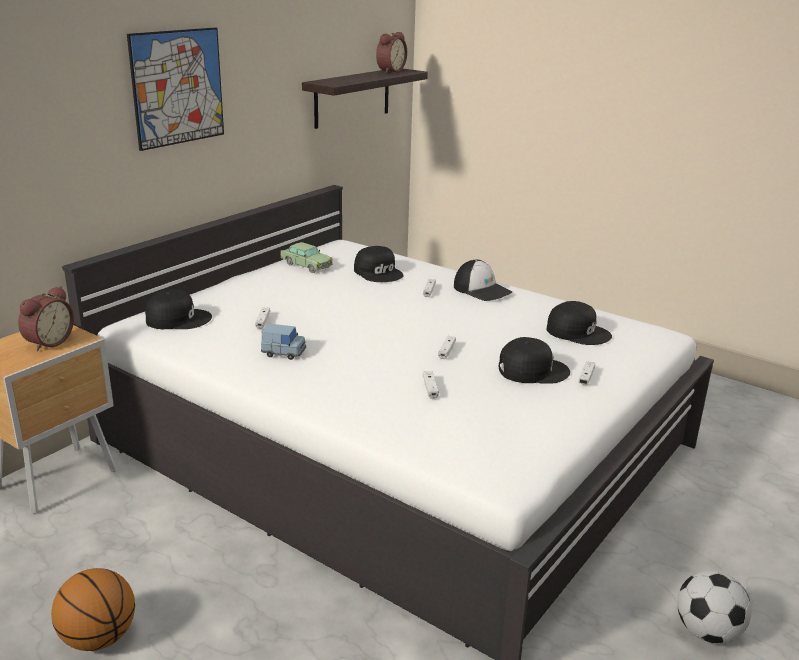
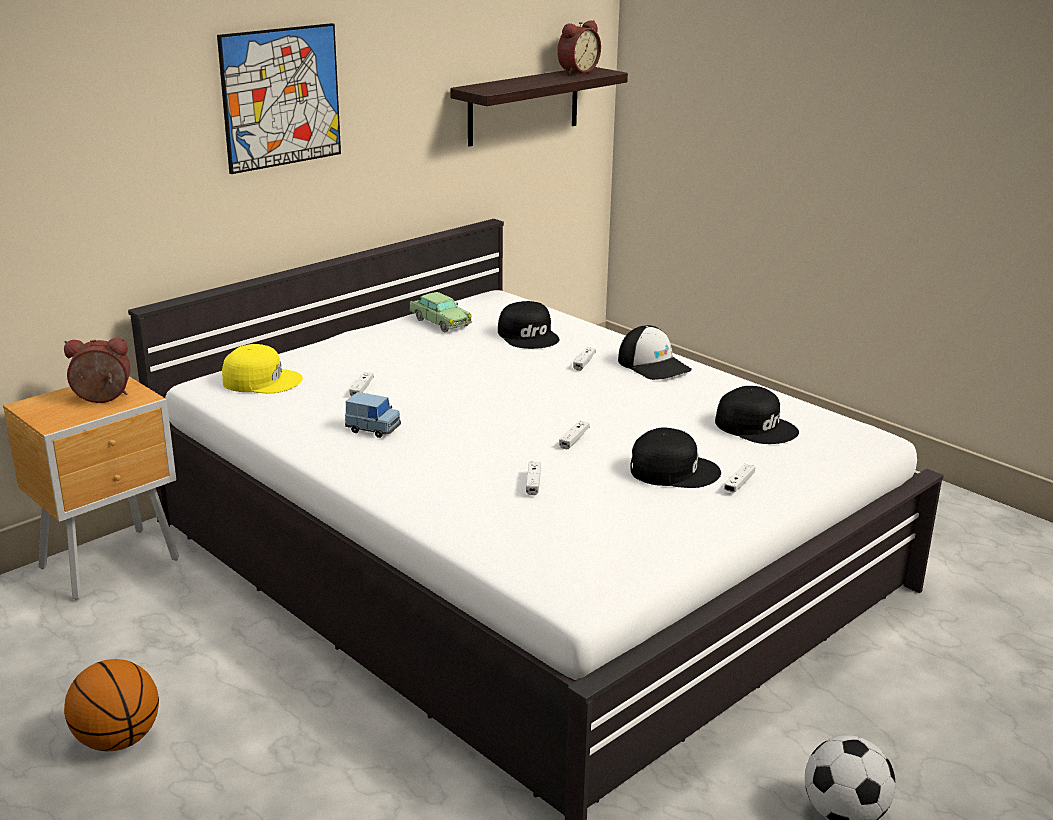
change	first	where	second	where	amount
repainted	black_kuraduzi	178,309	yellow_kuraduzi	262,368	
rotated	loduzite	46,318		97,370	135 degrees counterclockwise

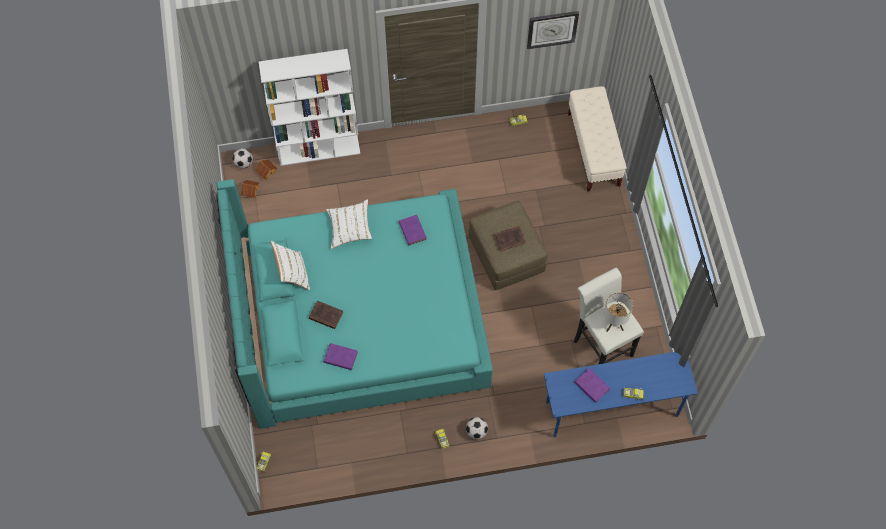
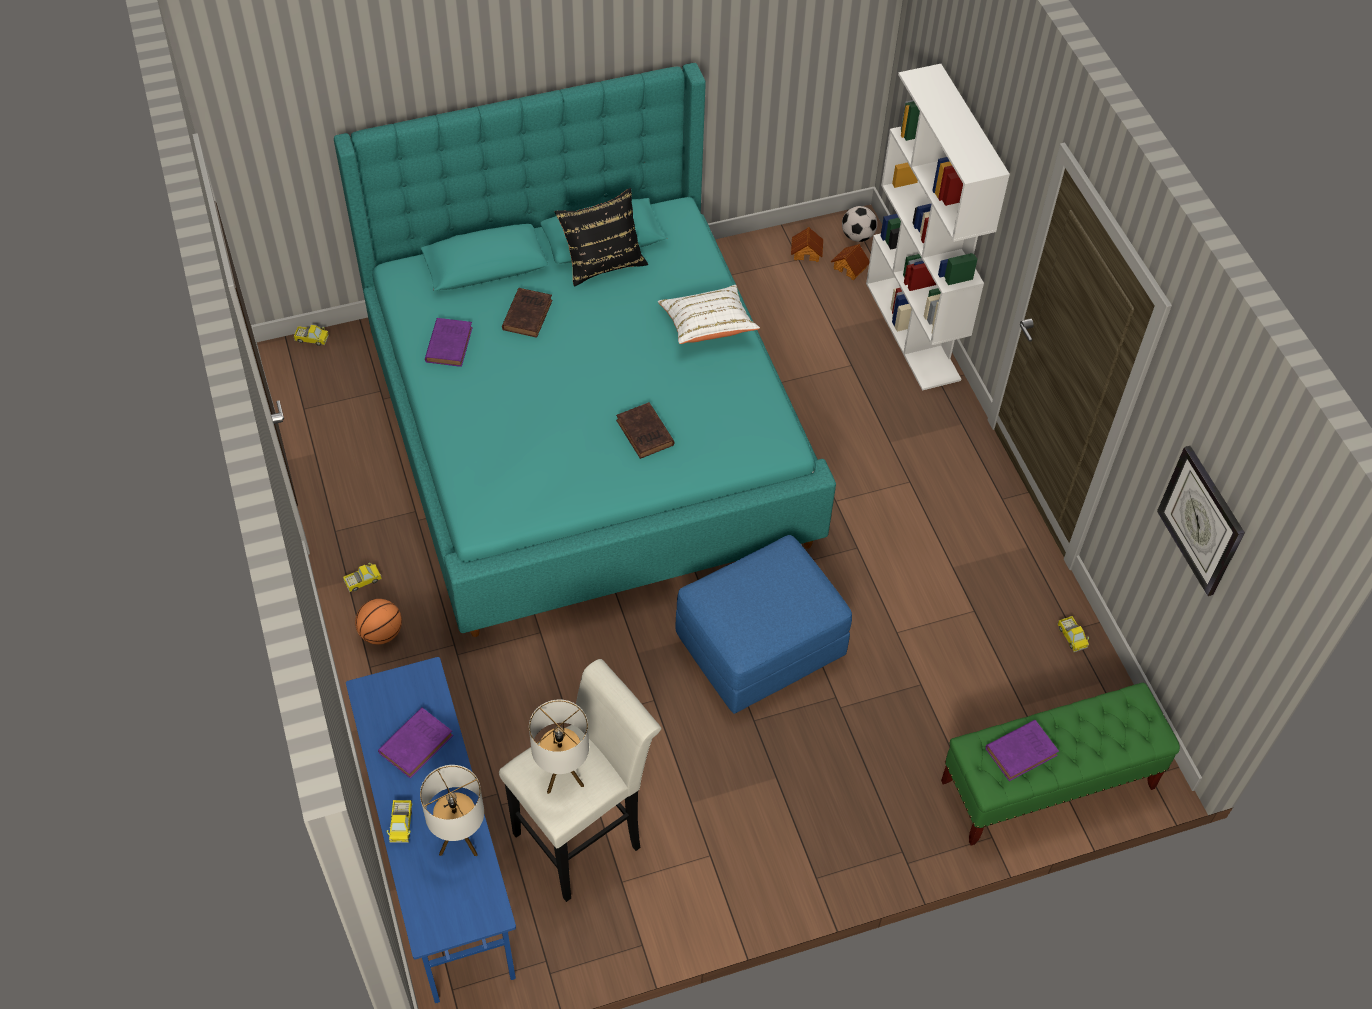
change	first	where	second	where	amount
new			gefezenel	452,810	
shifted	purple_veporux	413,230		1022,750	
shifted	brown_veporux	510,238		645,430	
swapped	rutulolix	477,428	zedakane	378,622	
repainted	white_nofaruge	290,265	black_nofaruge	601,237	
repainted	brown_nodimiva	508,245	blue_nodimiva	764,624	
repainted	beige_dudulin	597,139	green_dudulin	1060,764	

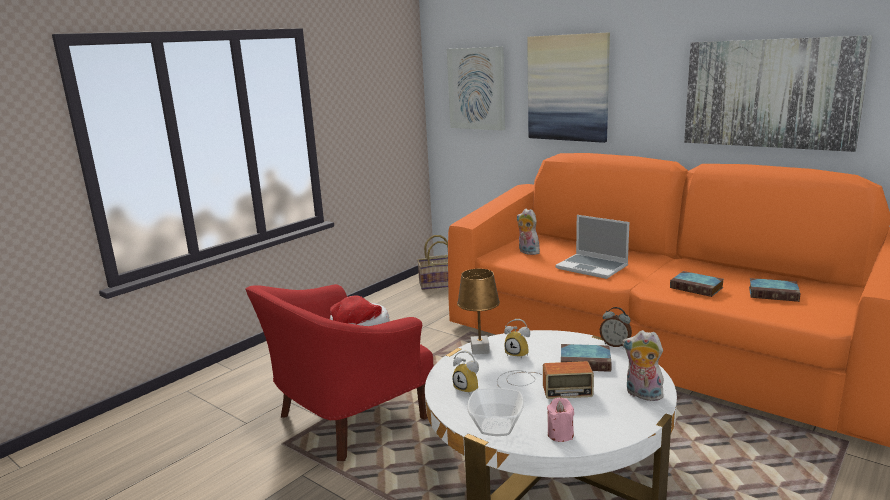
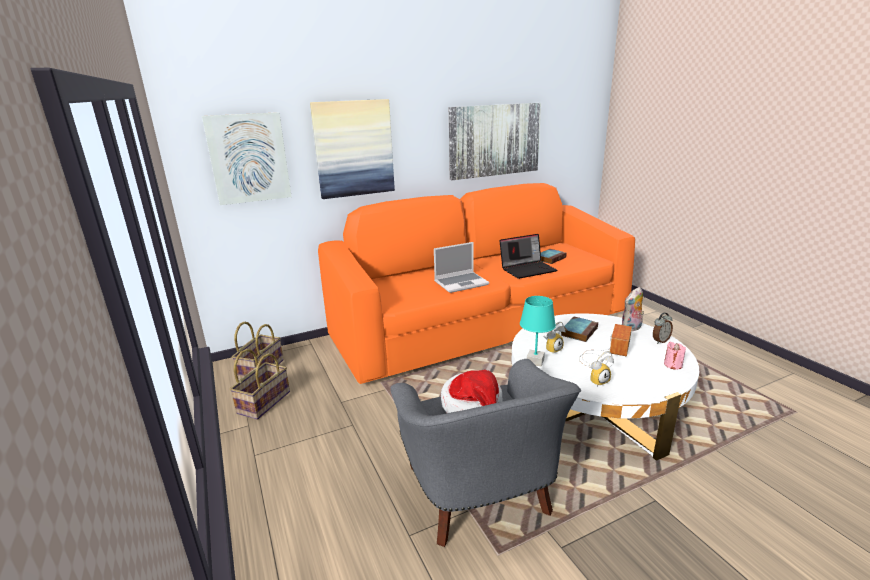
change	first	where	second	where	amount
gone	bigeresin	495,412			
gone	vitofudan	529,231			
new			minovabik	260,384	
shifted	loduzite	616,327		663,328	
swapped	veporux	697,284	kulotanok	528,256	
repainted	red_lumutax	339,372	grey_lumutax	485,453	
repainted	brown_gefezenel	478,312	turquoise_gefezenel	538,331	

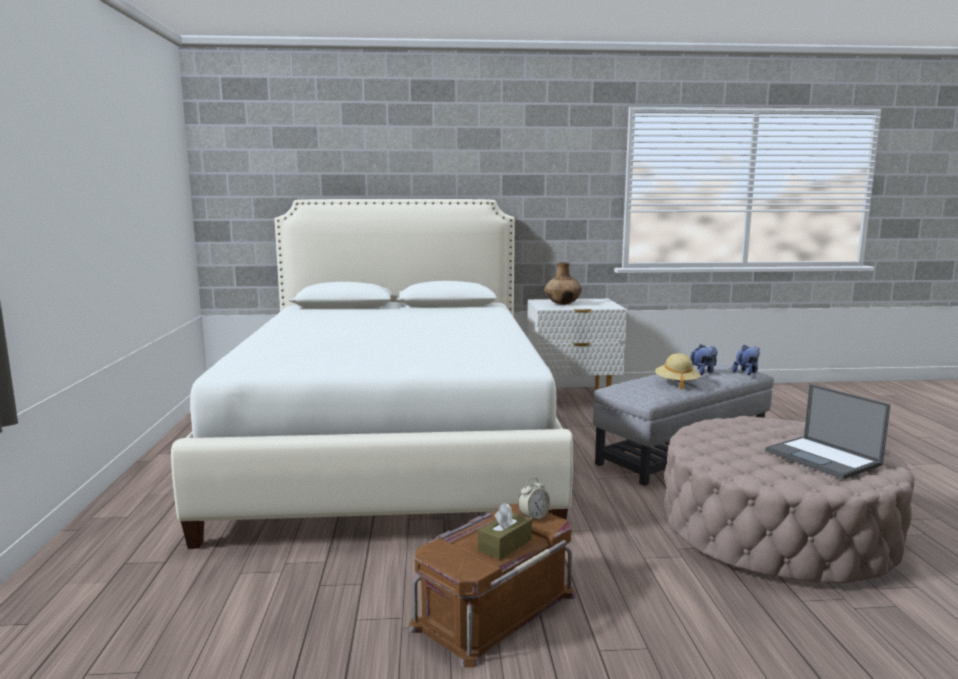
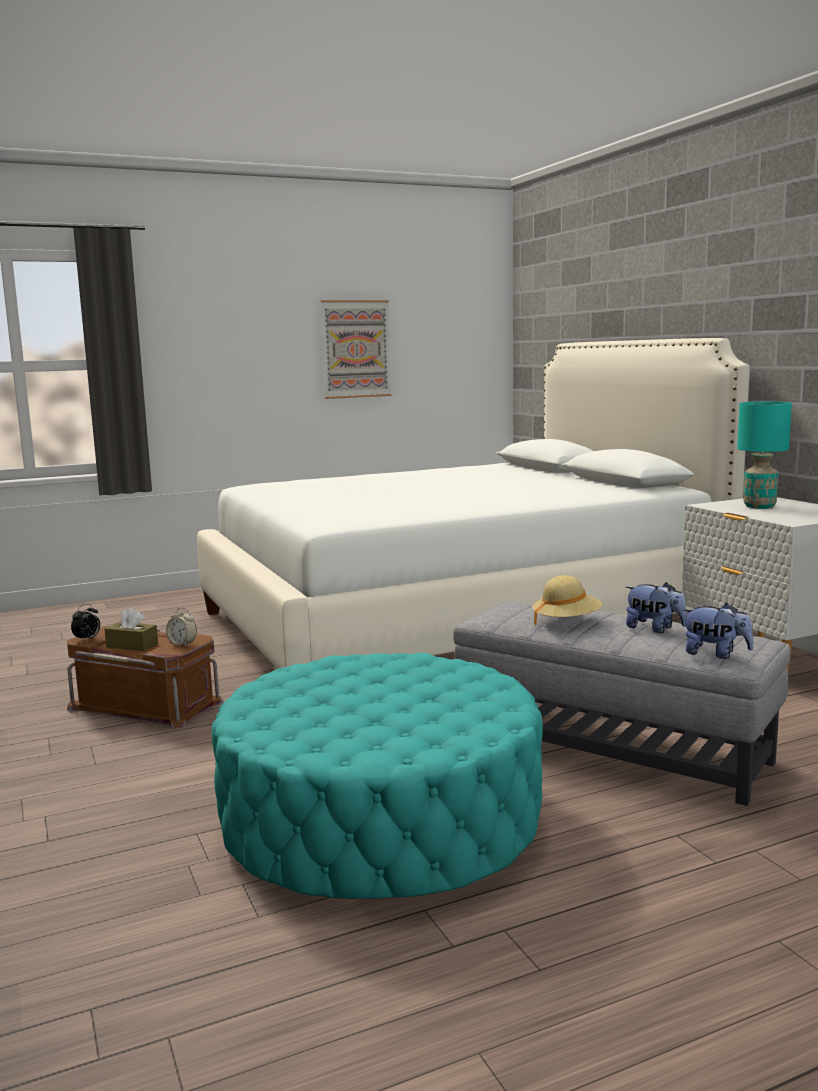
change	first	where	second	where	amount
gone	kulotanok	828,431			
new			loduzite	85,623	
new			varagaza	356,349	
swapped	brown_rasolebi	563,283	turquoise_gefezenel	764,455	
repainted	beige_nodimiva	789,499	turquoise_nodimiva	377,776	

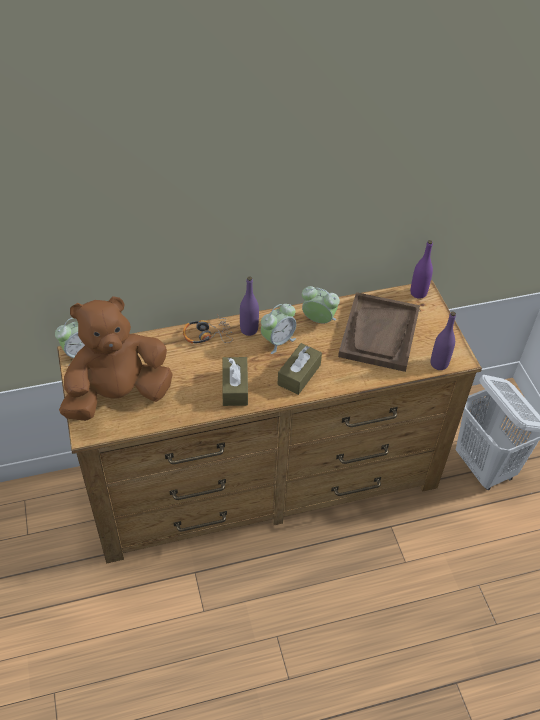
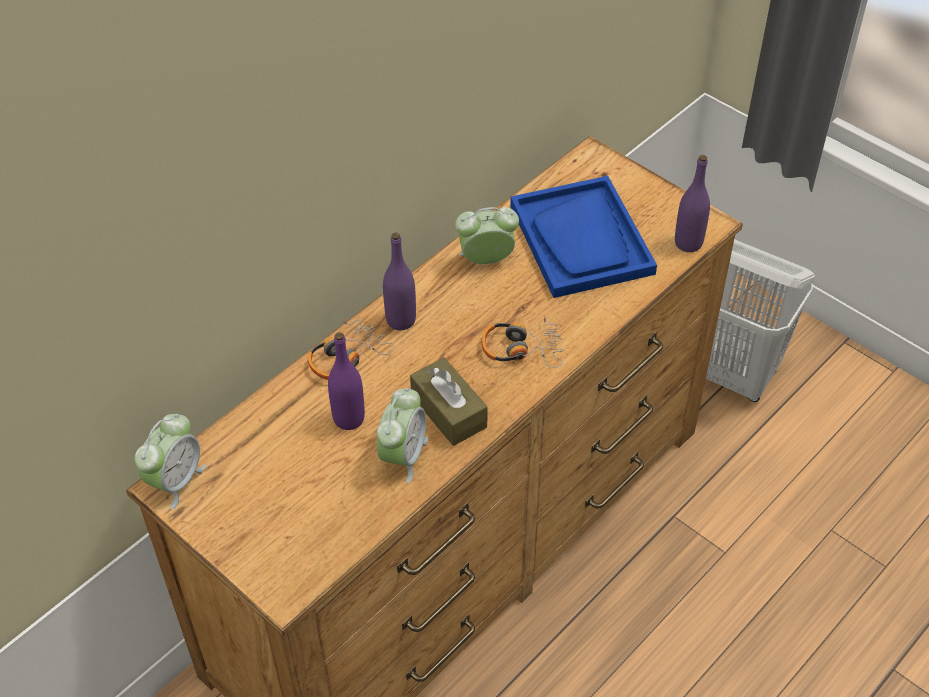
change	first	where	second	where	amount
gone	brown_vitofudan	116,358			
shifted	loduzite	278,329		402,435	
shifted	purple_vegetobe	421,269		346,381	
swapped	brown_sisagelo	300,369	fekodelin	522,342	
repainted	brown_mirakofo	379,332	blue_mirakofo	583,237	

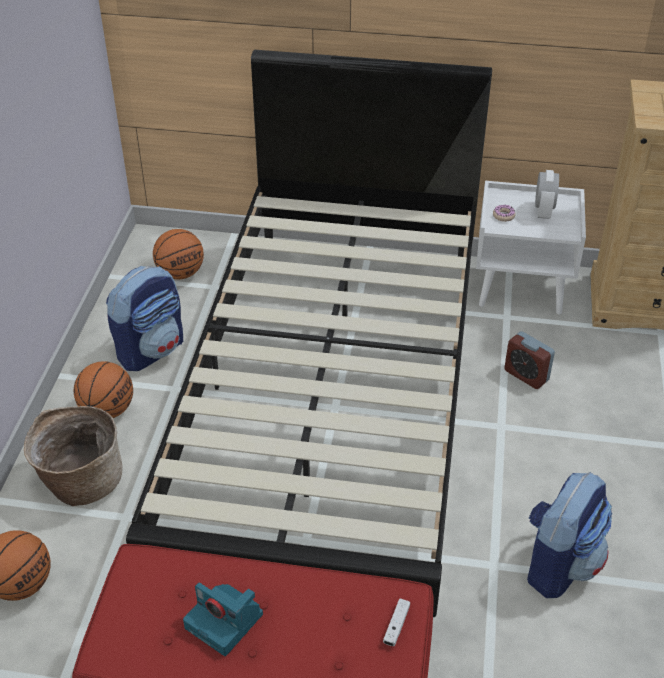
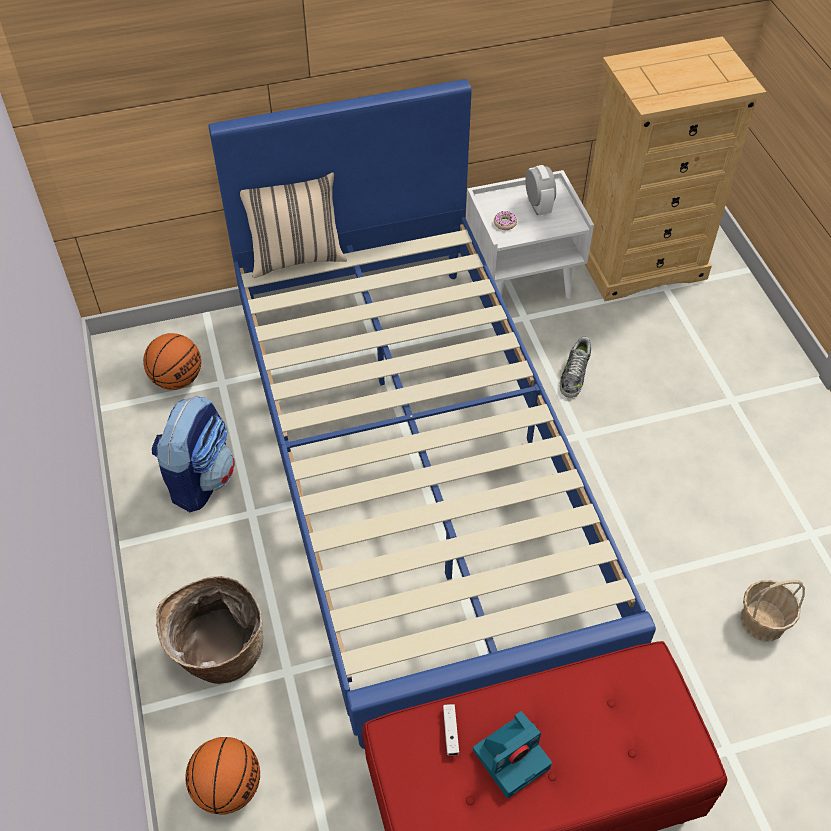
change	first	where	second	where	amount
gone	zedakane	103,389			
gone	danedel	569,535			
new			beige_nofaruge	293,225	
new			minovabik	772,610	
shifted	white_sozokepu	396,622		451,730	
swapped	loduzite	529,360	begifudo	575,367	
repainted	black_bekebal	309,333	blue_bekebal	432,414	
rotated	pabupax	223,619		512,754	45 degrees counterclockwise

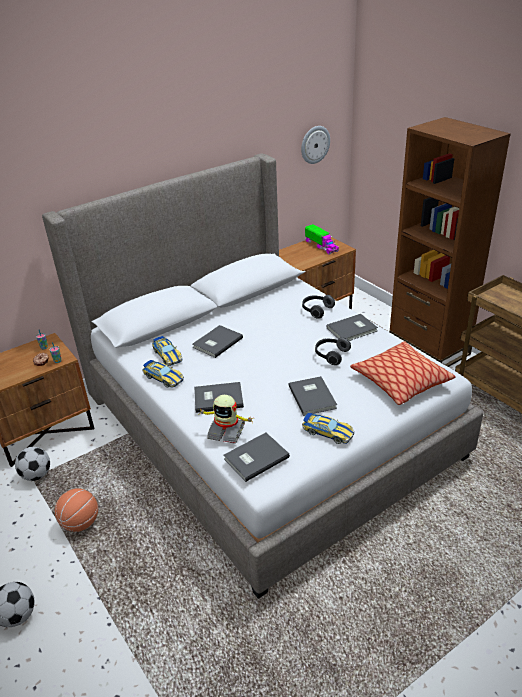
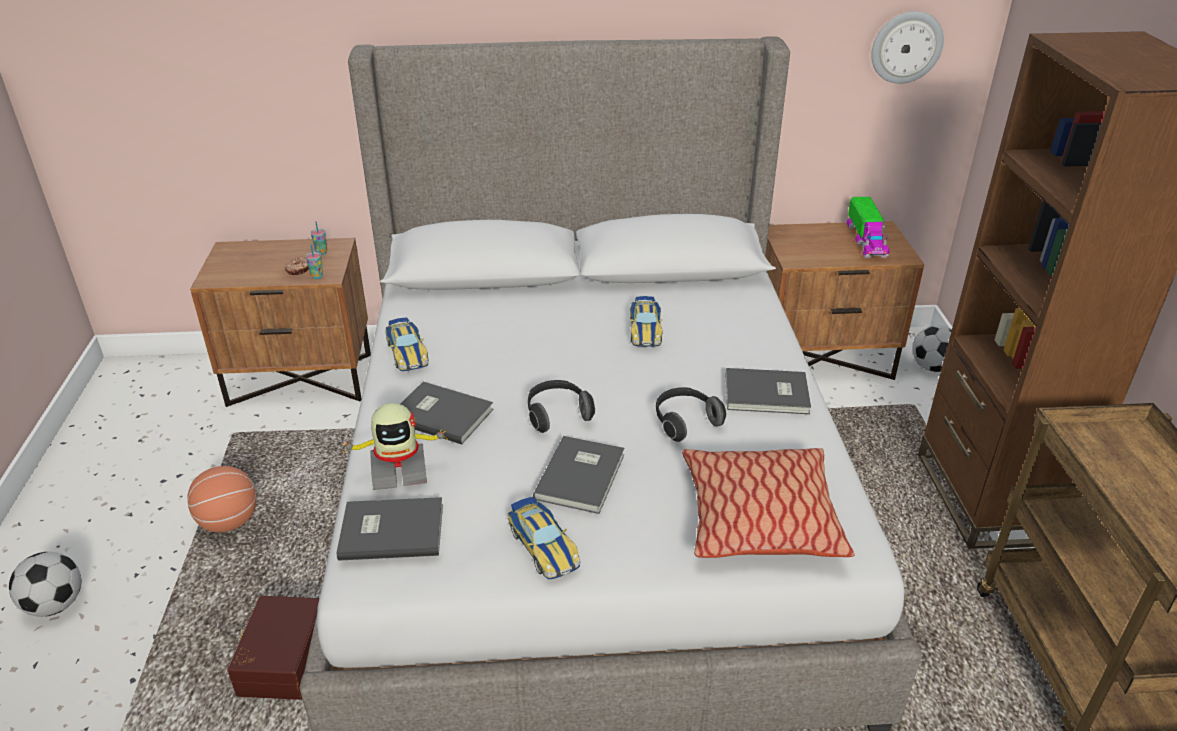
change	first	where	second	where	amount
gone	grey_veporux	217,341			
new			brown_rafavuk	273,648	
shifted	rutulolix	32,464		932,348	
shifted	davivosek	167,351		646,321	
shifted	fekodelin	318,307		561,406	
rotated	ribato	225,419		394,446	60 degrees counterclockwise

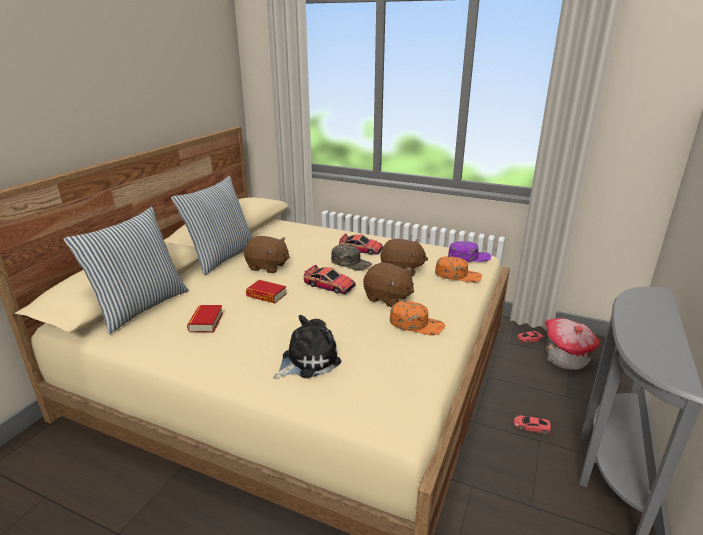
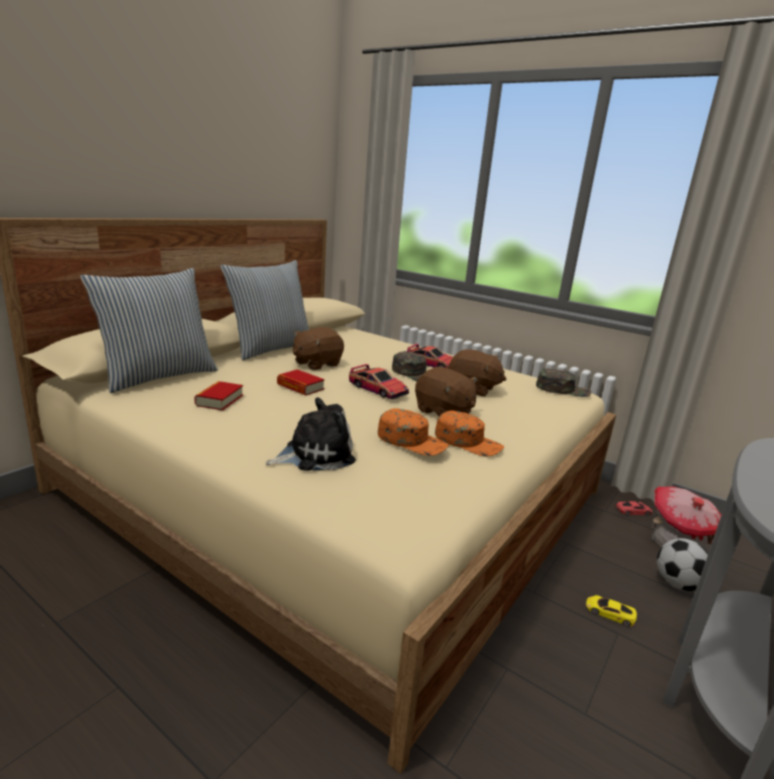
change	first	where	second	where	amount
new			rutulolix	682,564	
shifted	orange_kuraduzi	458,269		413,432	
repainted	purple_kuraduzi	469,251	green_kuraduzi	563,383	
repainted	red_davivosek	532,424	yellow_davivosek	611,611	
rotated	brown_vitofudan	267,254		318,348	105 degrees clockwise

